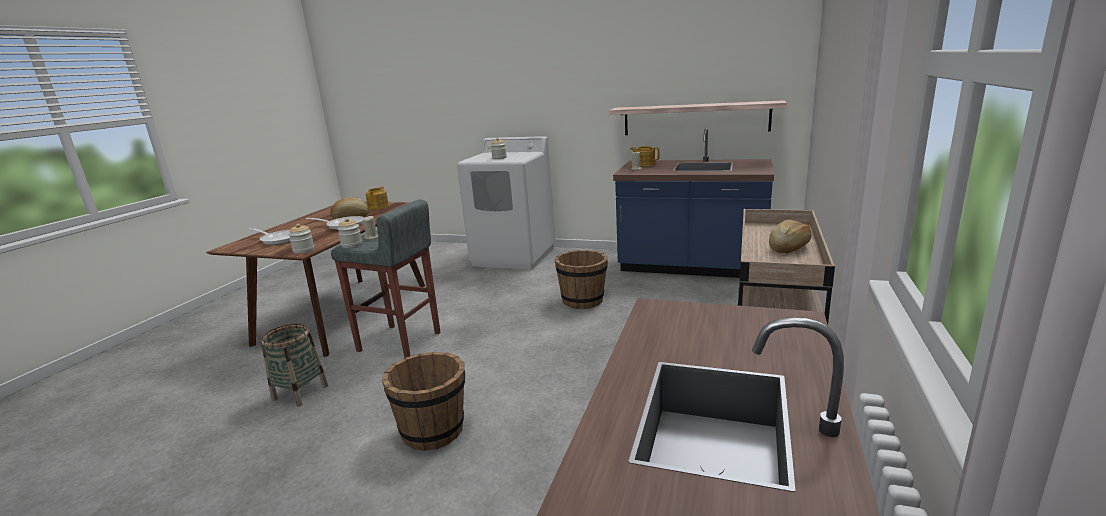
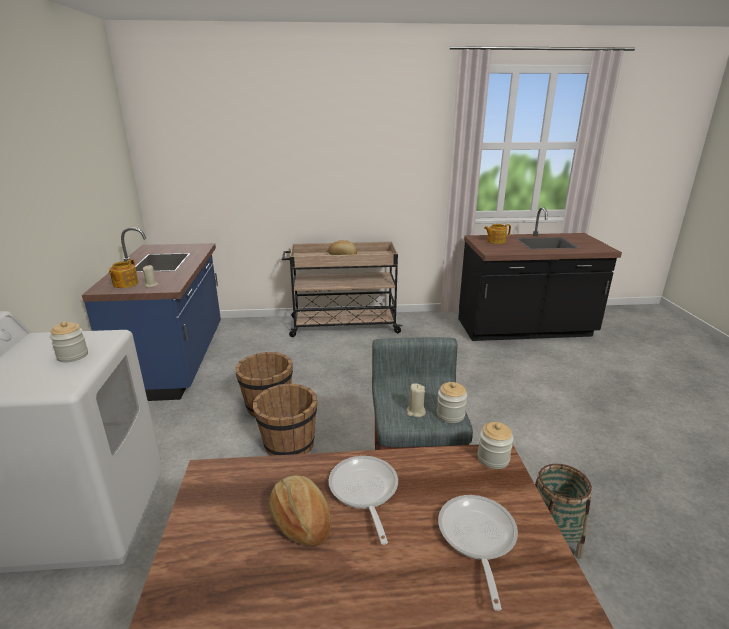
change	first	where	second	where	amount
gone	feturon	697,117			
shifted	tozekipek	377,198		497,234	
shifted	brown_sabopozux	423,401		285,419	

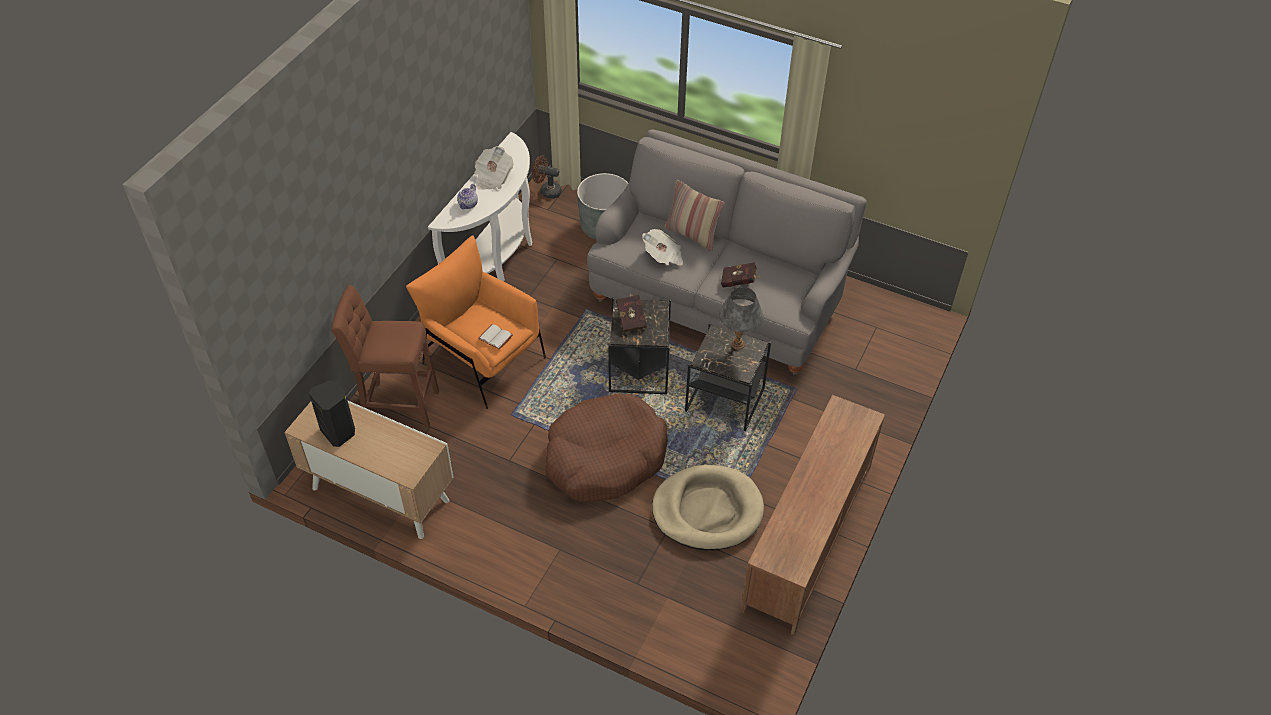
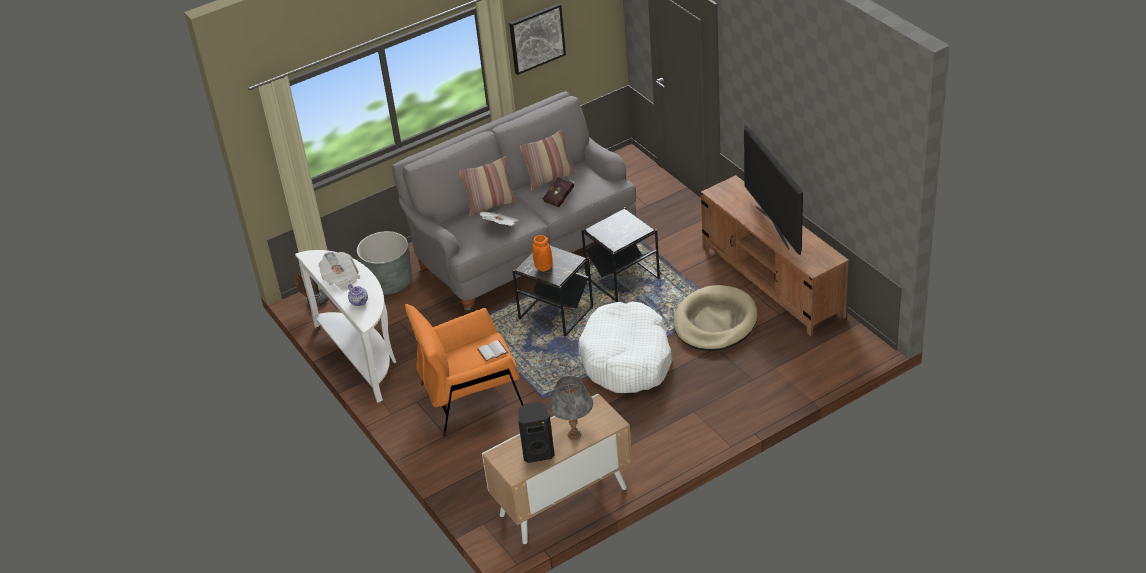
change	first	where	second	where	amount
gone	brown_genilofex	385,356			
new			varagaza	537,39	
new			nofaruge	547,160	
new			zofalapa	773,190	
shifted	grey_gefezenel	741,318		571,408	
swapped	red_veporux	631,312	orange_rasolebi	542,253	
repainted	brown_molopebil	607,448	white_molopebil	625,347	

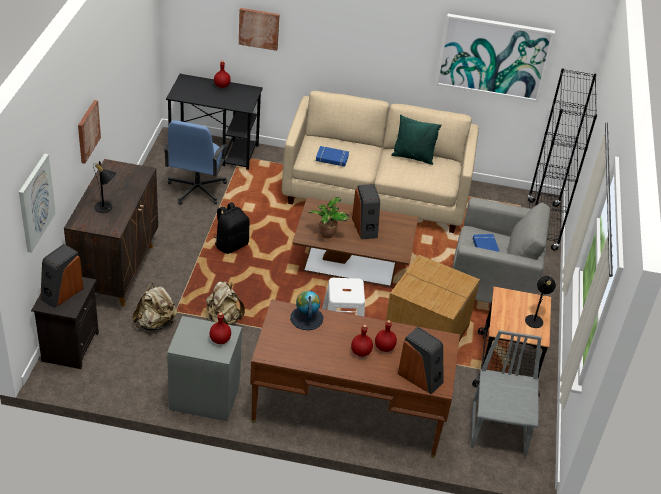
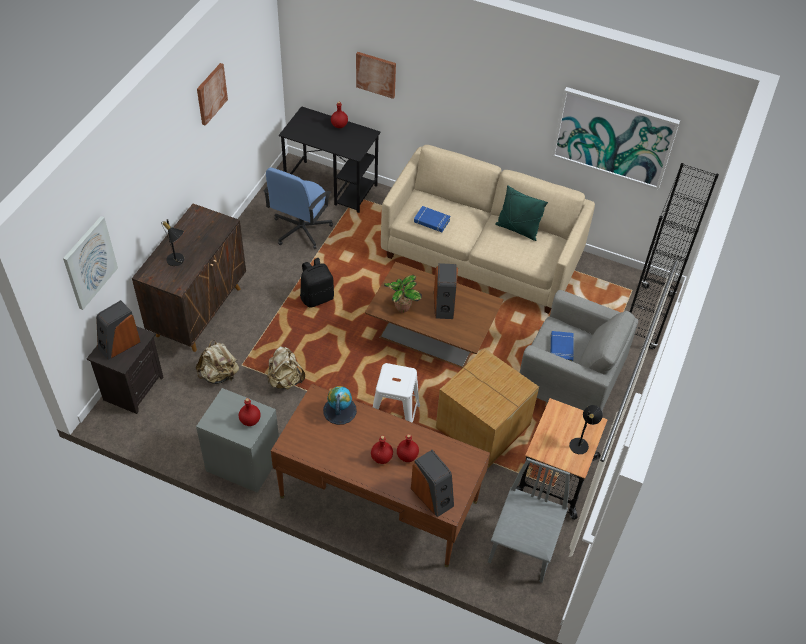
change	first	where	second	where	amount
shifted	varagaza	89,131		212,94	

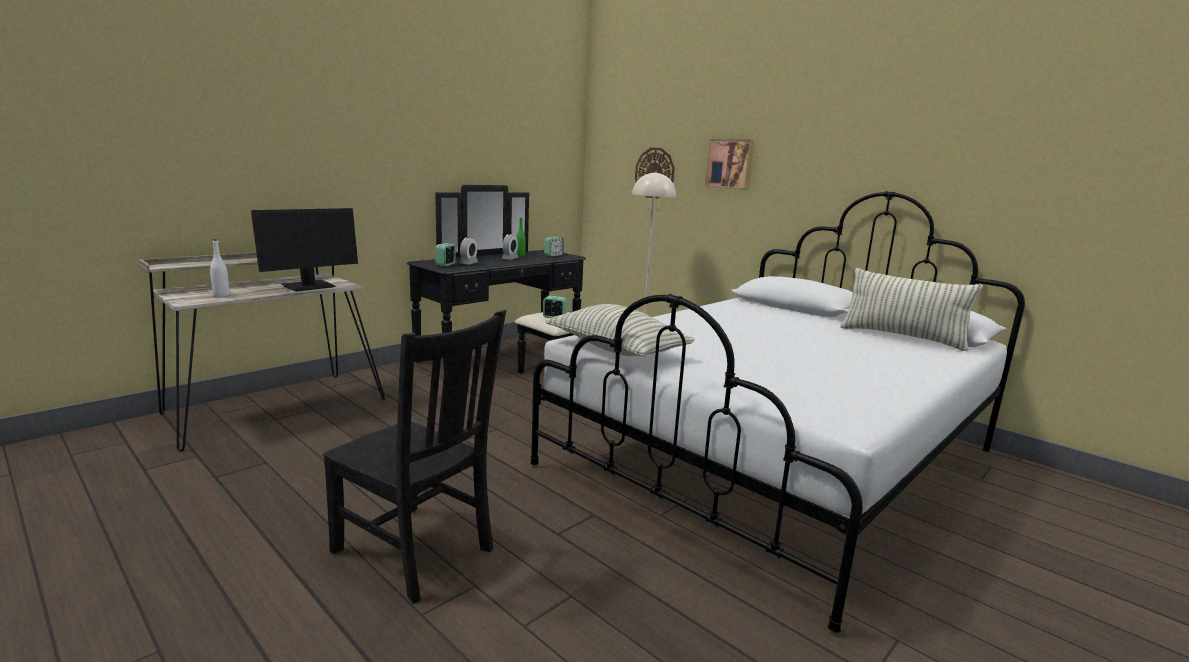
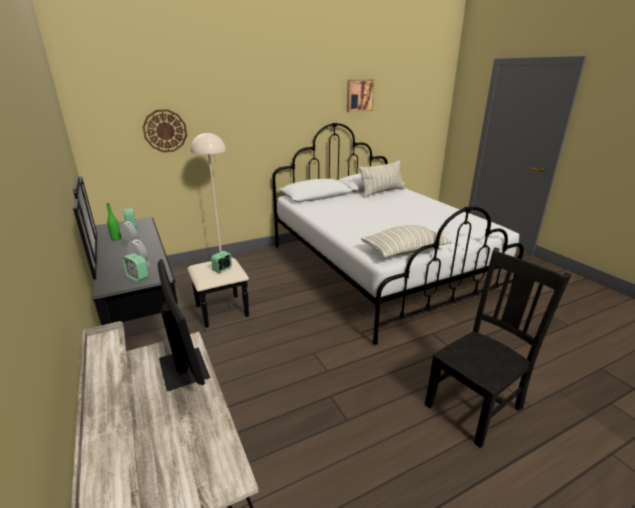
change	first	where	second	where	amount
gone	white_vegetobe	219,268			
shifted	varagaza	729,164		361,95	

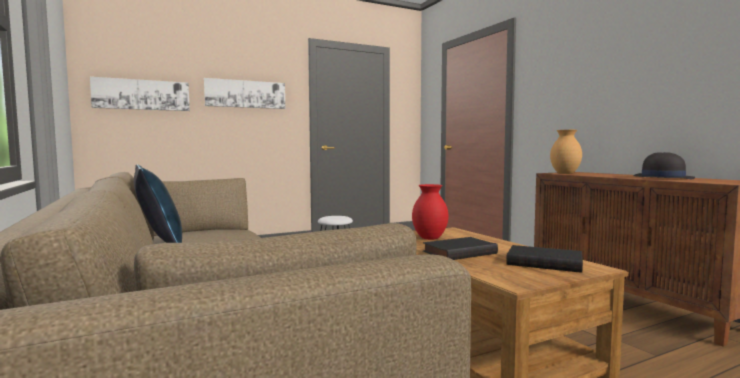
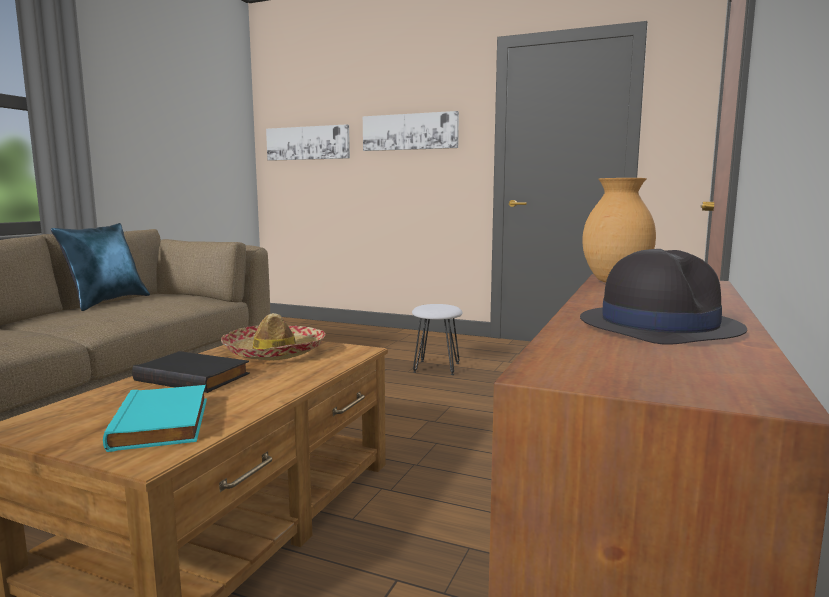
change	first	where	second	where	amount
swapped	red_rasolebi	430,212	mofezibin	273,336	
repainted	black_veporux	544,259	turquoise_veporux	155,418	

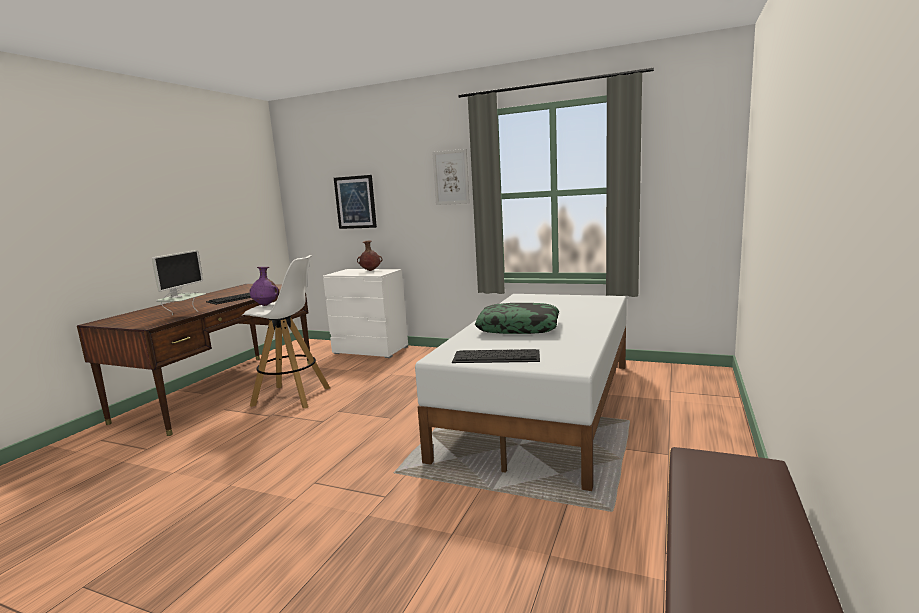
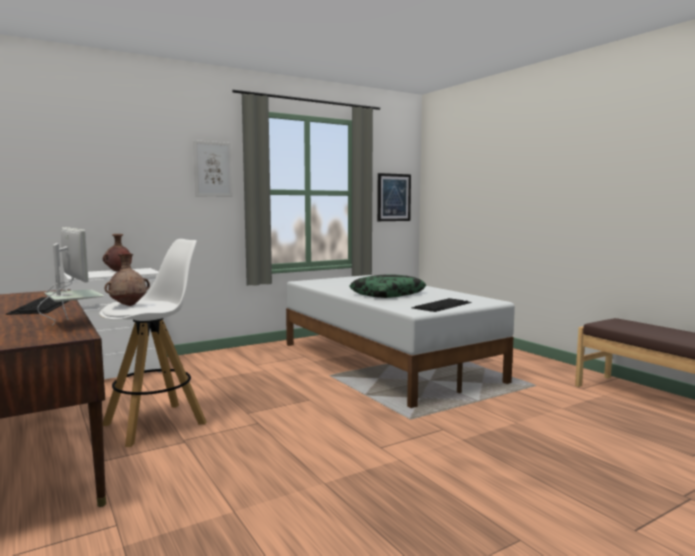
change	first	where	second	where	amount
shifted	varagaza	355,202		394,197	
repainted	purple_rasolebi	264,286	brown_rasolebi	127,280	

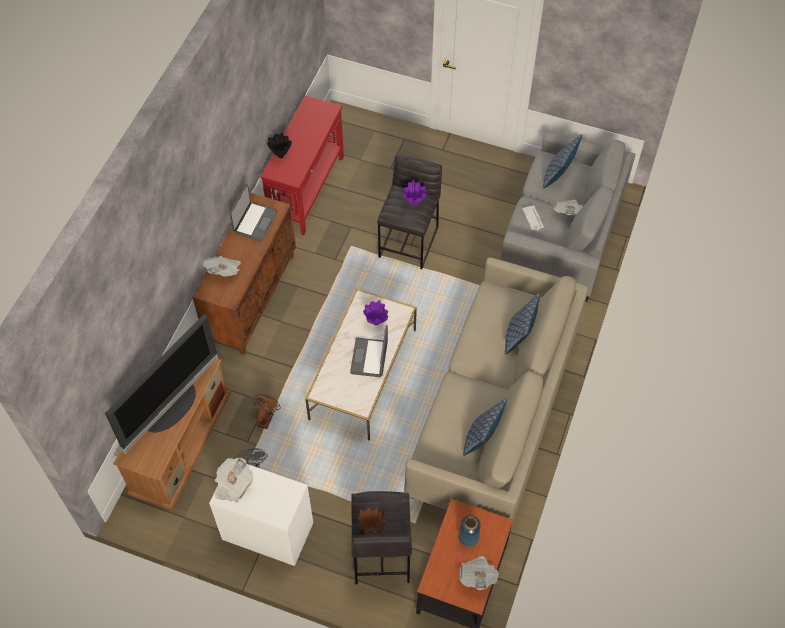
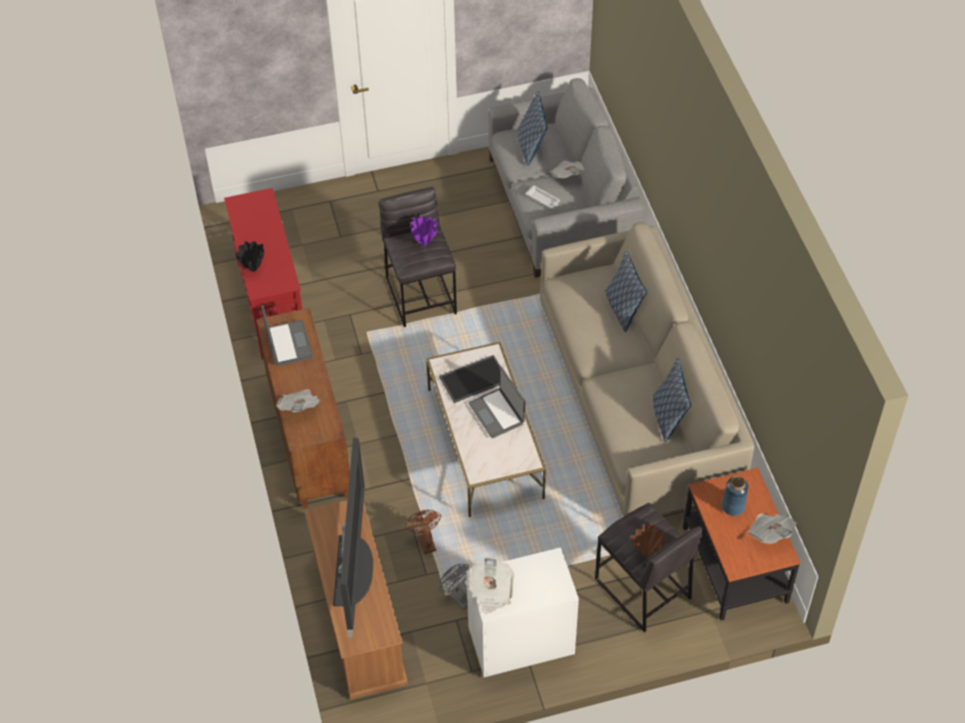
change	first	where	second	where	amount
swapped	purple_rasolebi	375,312	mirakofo	470,379	

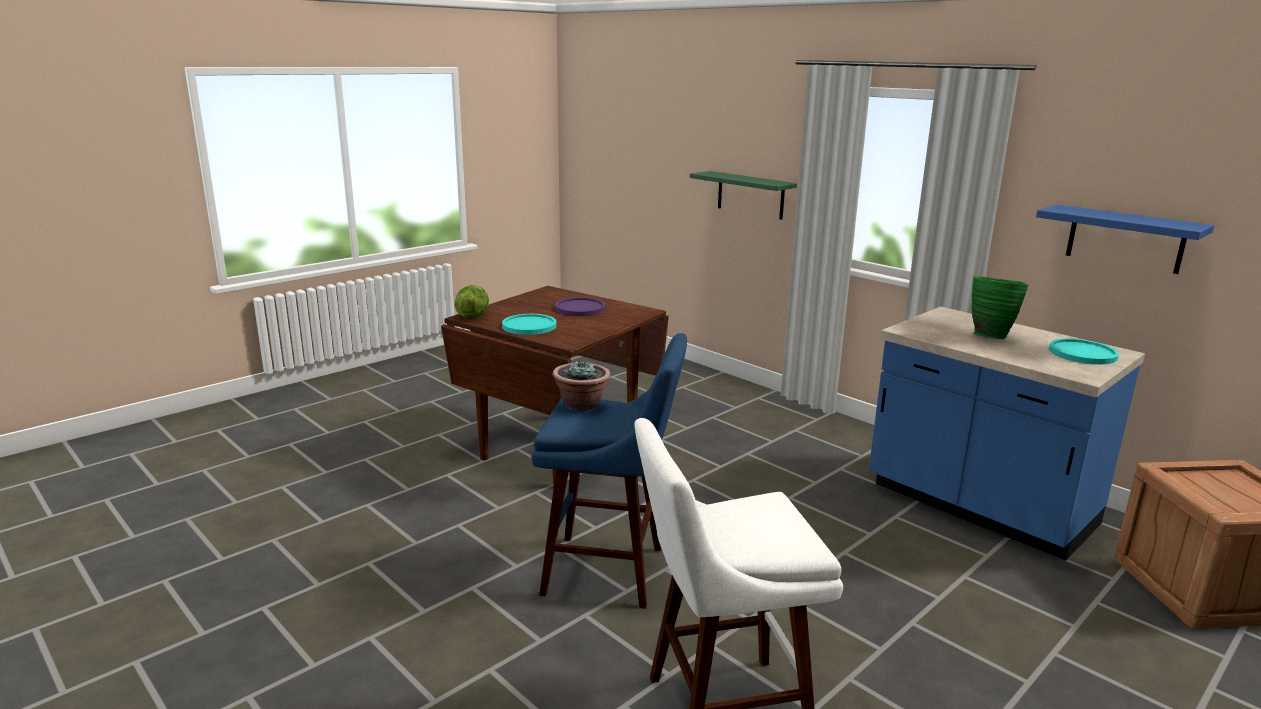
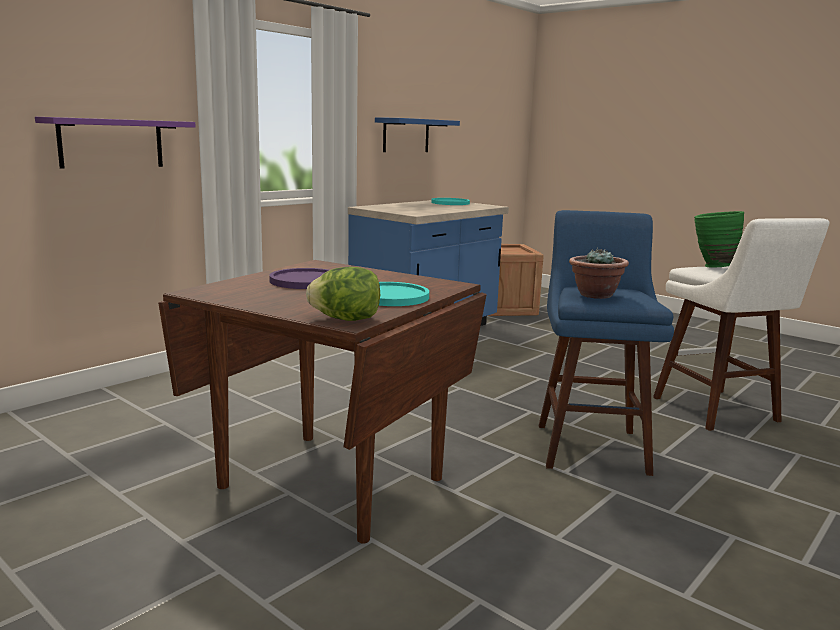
change	first	where	second	where	amount
shifted	green_rasolebi	999,307		719,239	
repainted	green_feturon	743,195	purple_feturon	115,143	

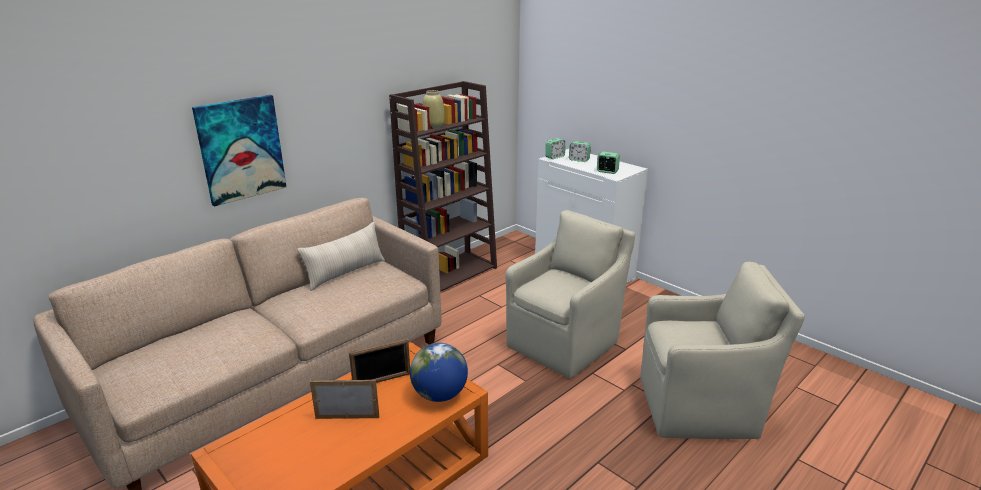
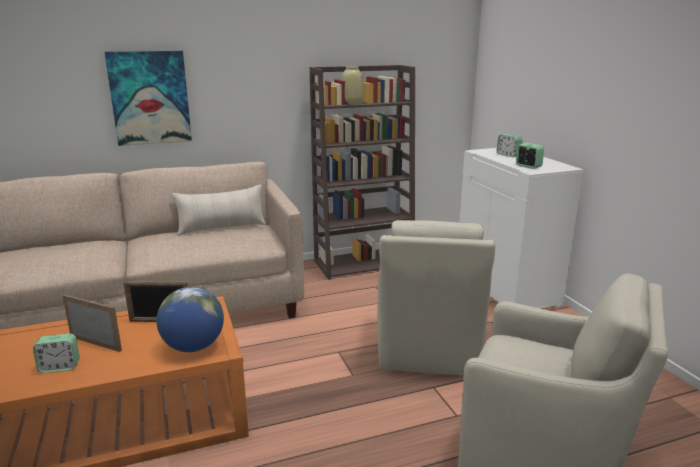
change	first	where	second	where	amount
shifted	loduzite	555,148		56,353	
rotated	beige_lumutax	570,294		436,297	120 degrees clockwise

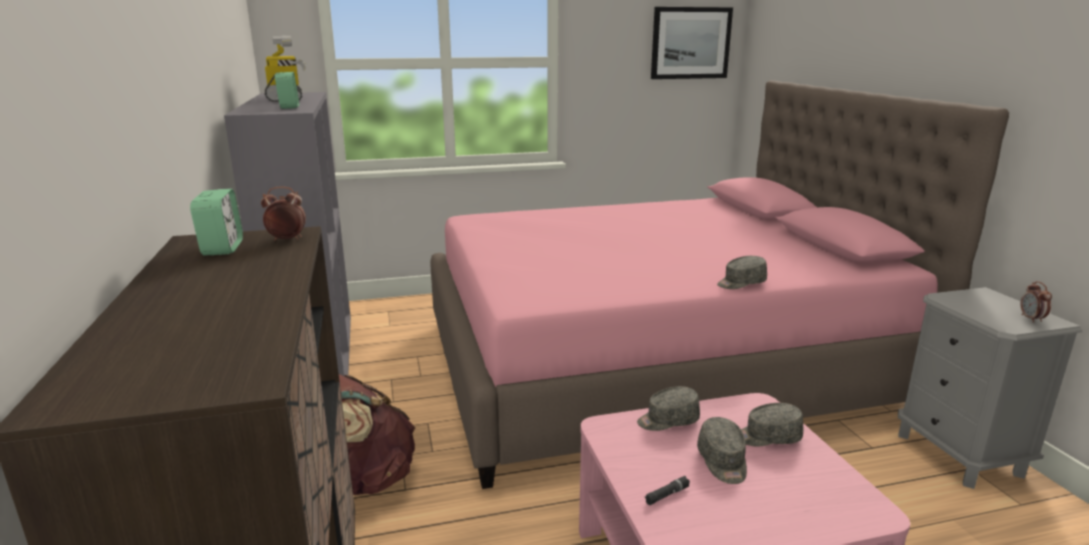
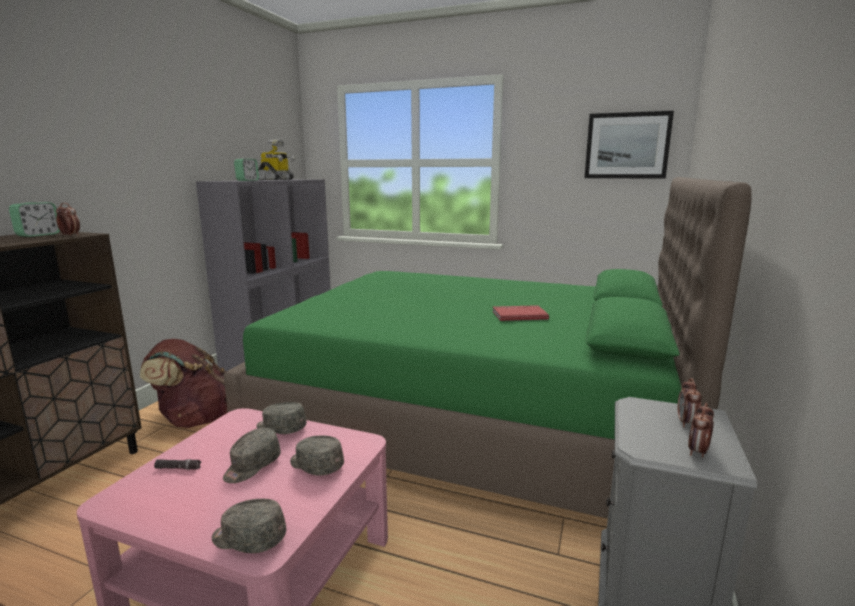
change	first	where	second	where	amount
new			red_veporux	520,313	
new			loduzite	689,402	
shifted	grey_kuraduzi	742,272		249,526	
repainted	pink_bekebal	719,284	green_bekebal	487,348	

